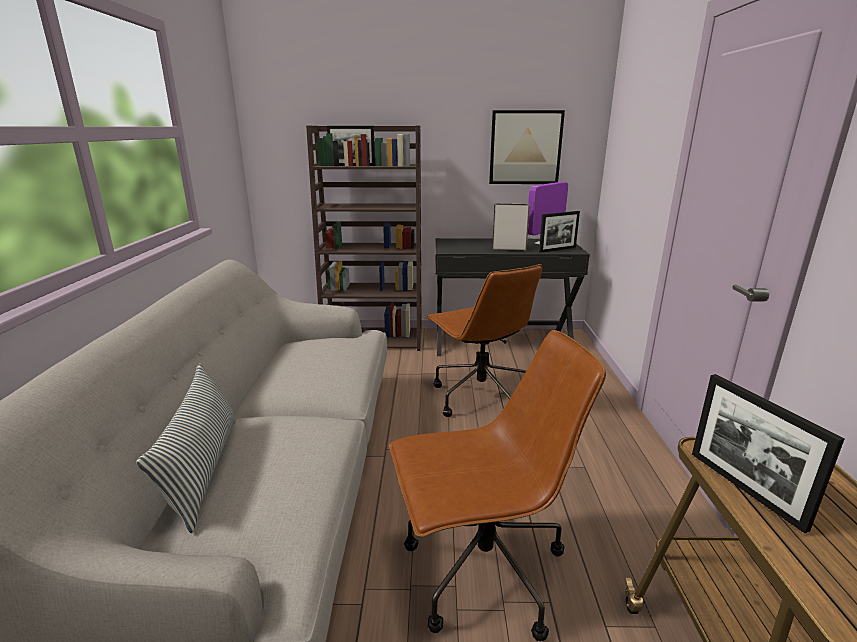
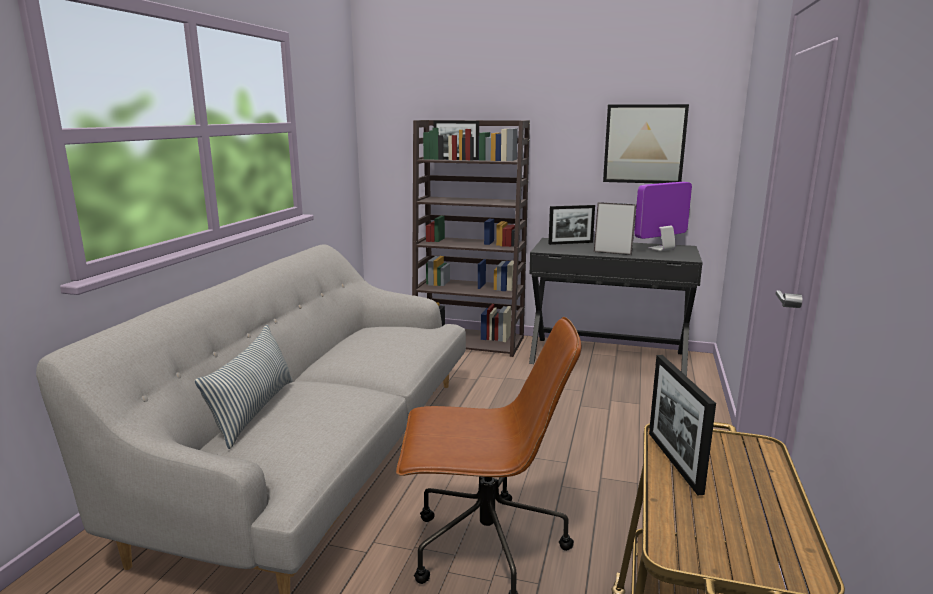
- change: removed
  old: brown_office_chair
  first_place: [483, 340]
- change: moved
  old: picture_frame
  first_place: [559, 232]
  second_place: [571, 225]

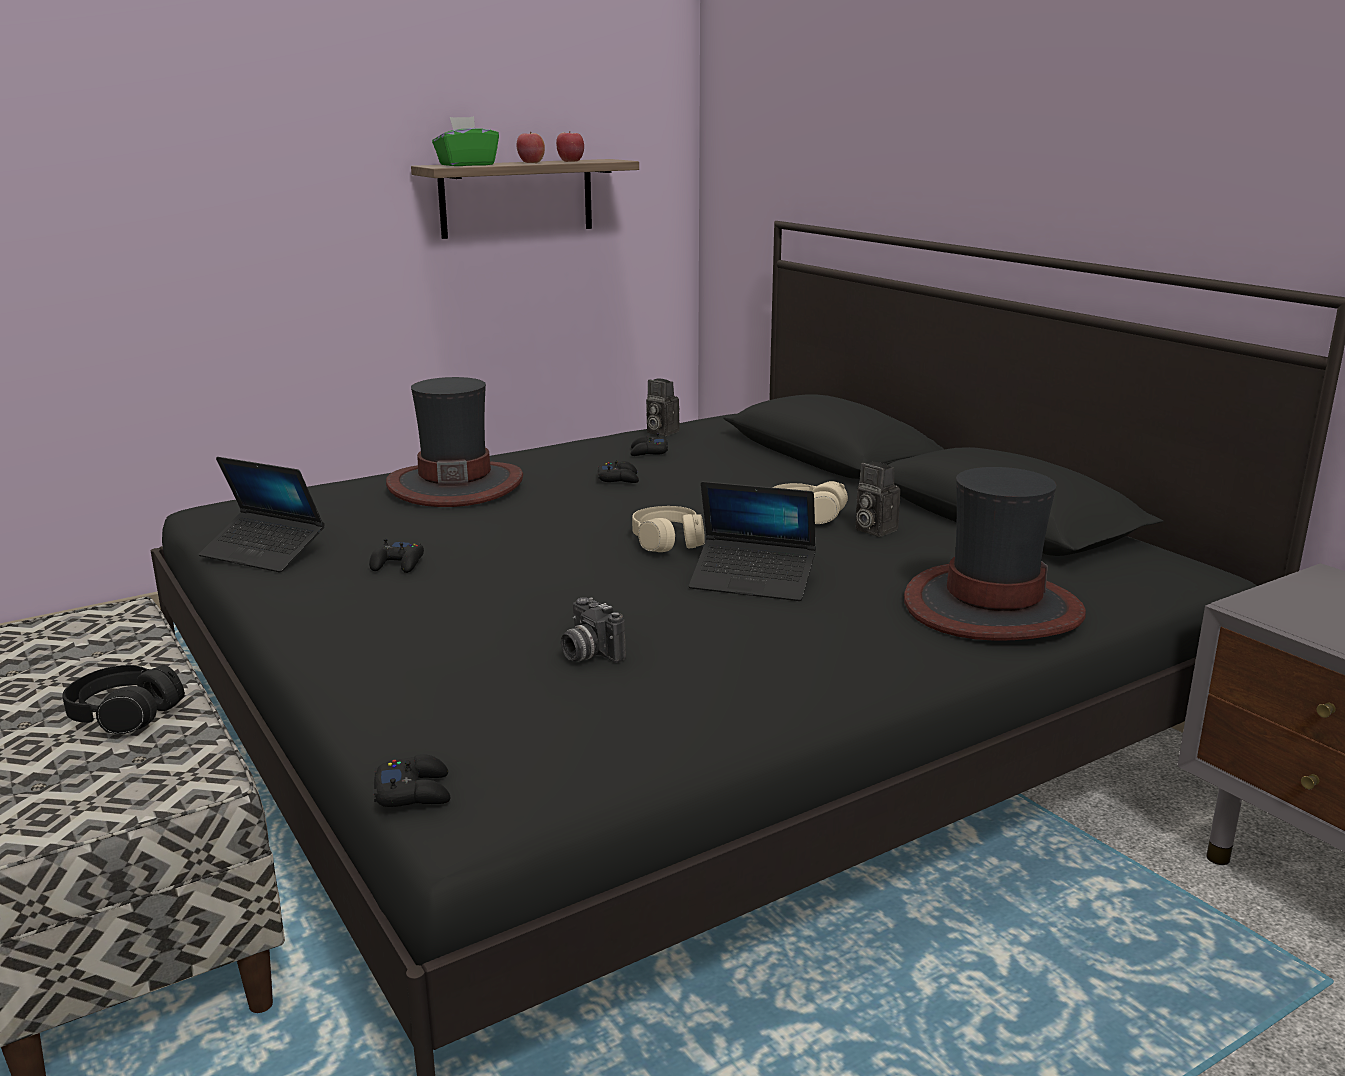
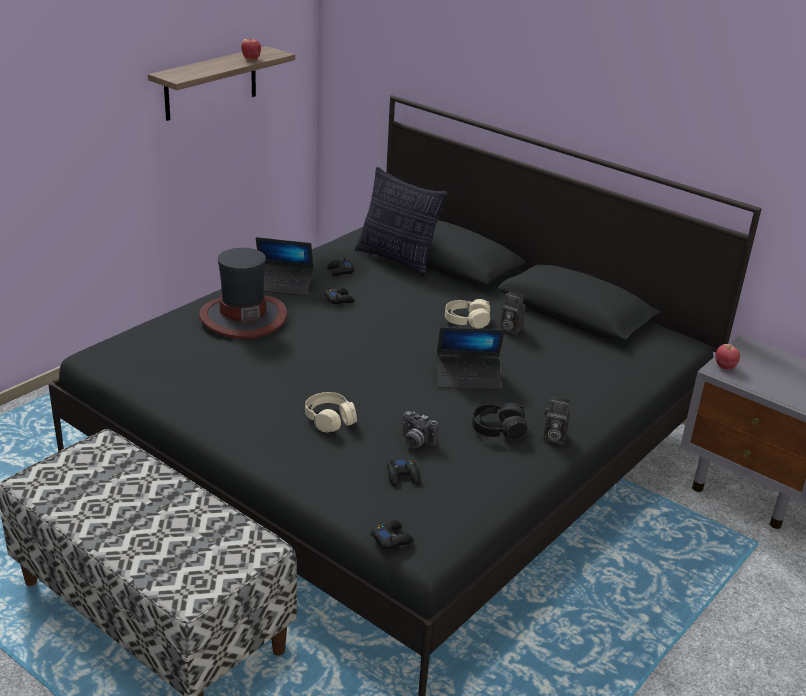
- change: removed
  old: green_tissue_box
  first_place: [465, 141]
- change: removed
  old: hat
  first_place: [995, 554]
- change: added
  new: pillow
  second_place: [401, 222]
- change: moved
  old: black_headphones
  first_place: [124, 699]
  second_place: [499, 421]
- change: moved
  old: laptop
  first_place: [261, 515]
  second_place: [284, 266]
- change: moved
  old: black_game_controller
  first_place: [396, 555]
  second_place: [403, 472]
- change: moved
  old: apple
  first_place: [531, 147]
  second_place: [727, 357]
- change: moved
  old: beige_headphones
  first_place: [668, 529]
  second_place: [331, 412]
- change: moved
  old: photo_camera
  first_place: [663, 407]
  second_place: [557, 419]

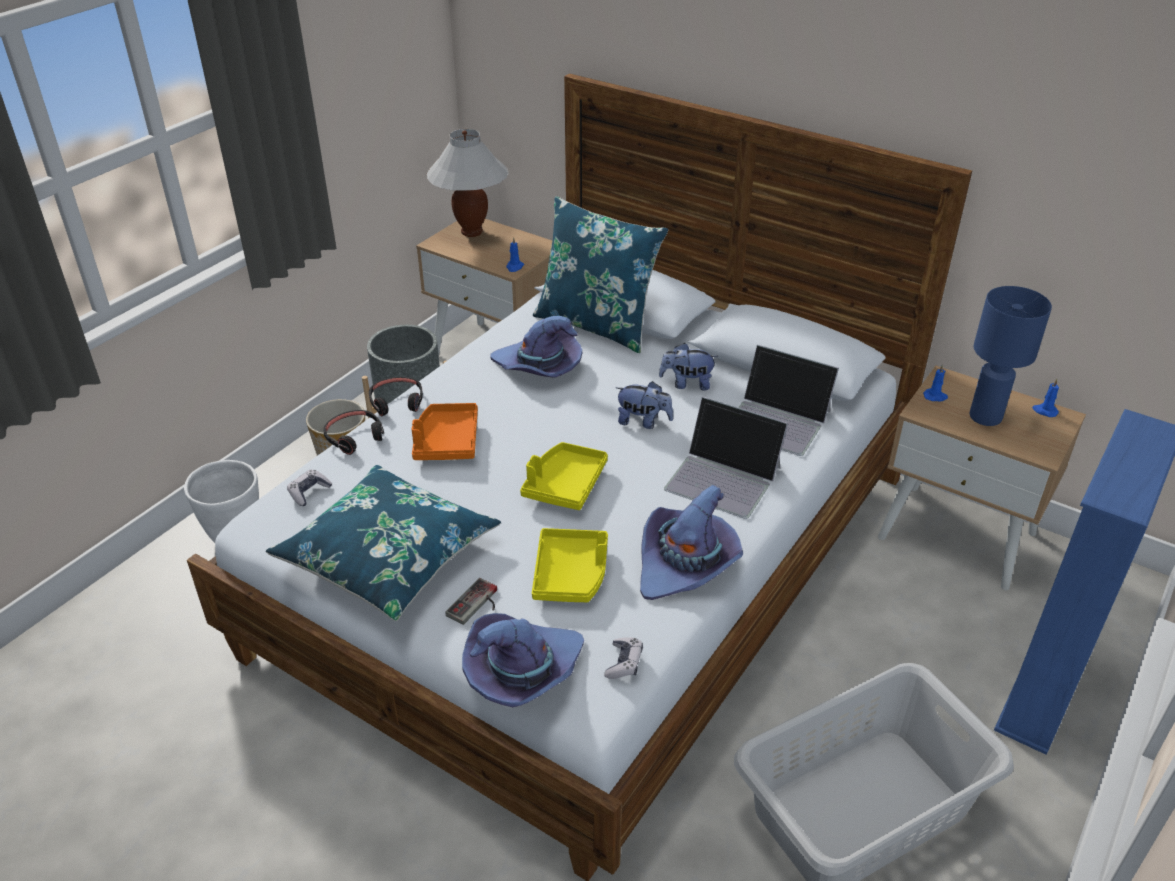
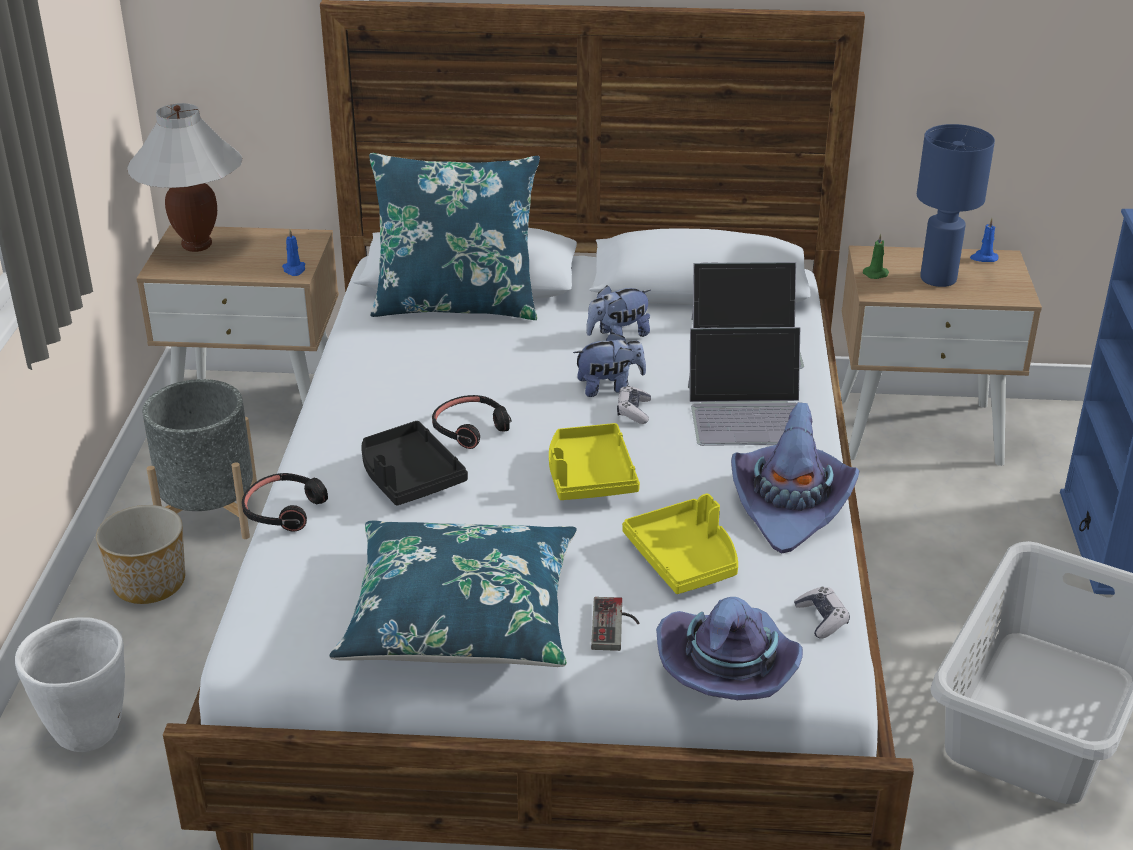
- change: removed
  old: purple_hat
  first_place: [536, 347]
- change: moved
  old: game_controller
  first_place: [309, 488]
  second_place: [634, 405]
- change: moved
  old: black_headphones
  first_place: [396, 396]
  second_place: [471, 422]
- change: recoloured
  old: orange_tray
  new: black_tray
  first_place: [445, 431]
  second_place: [415, 463]
- change: recoloured
  old: blue_candle
  new: green_candle
  first_place: [935, 383]
  second_place: [876, 256]

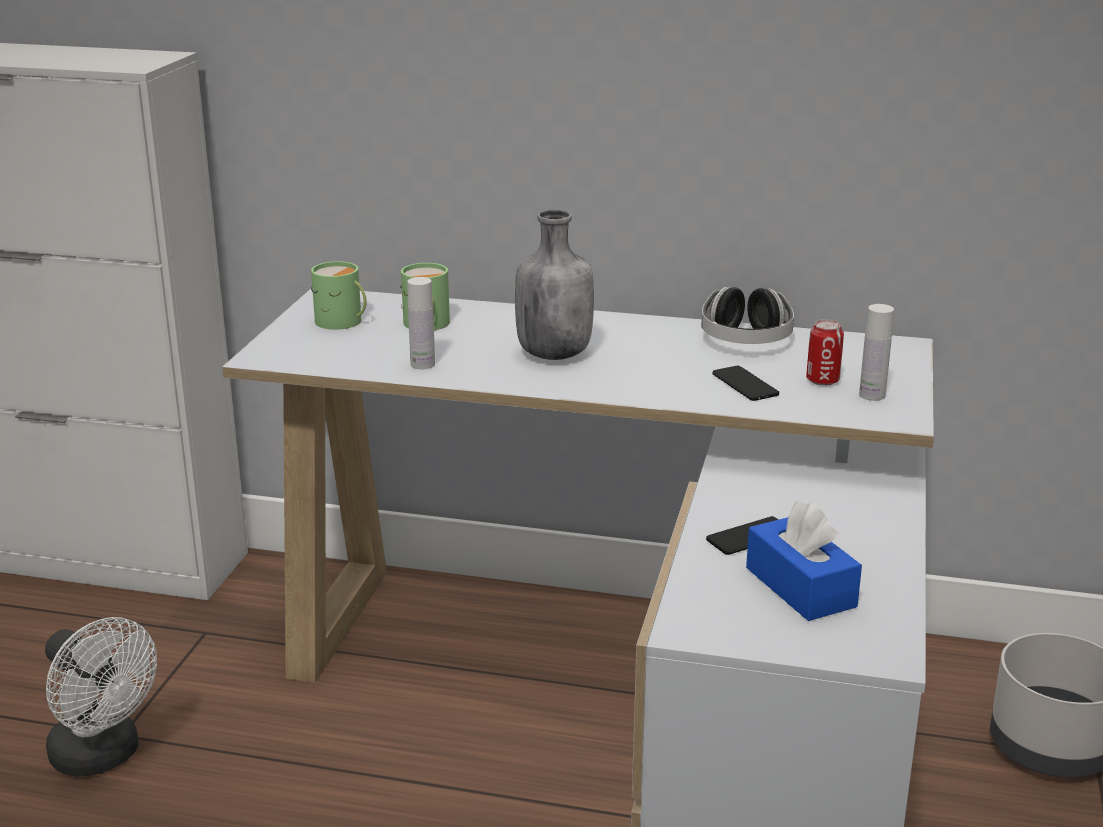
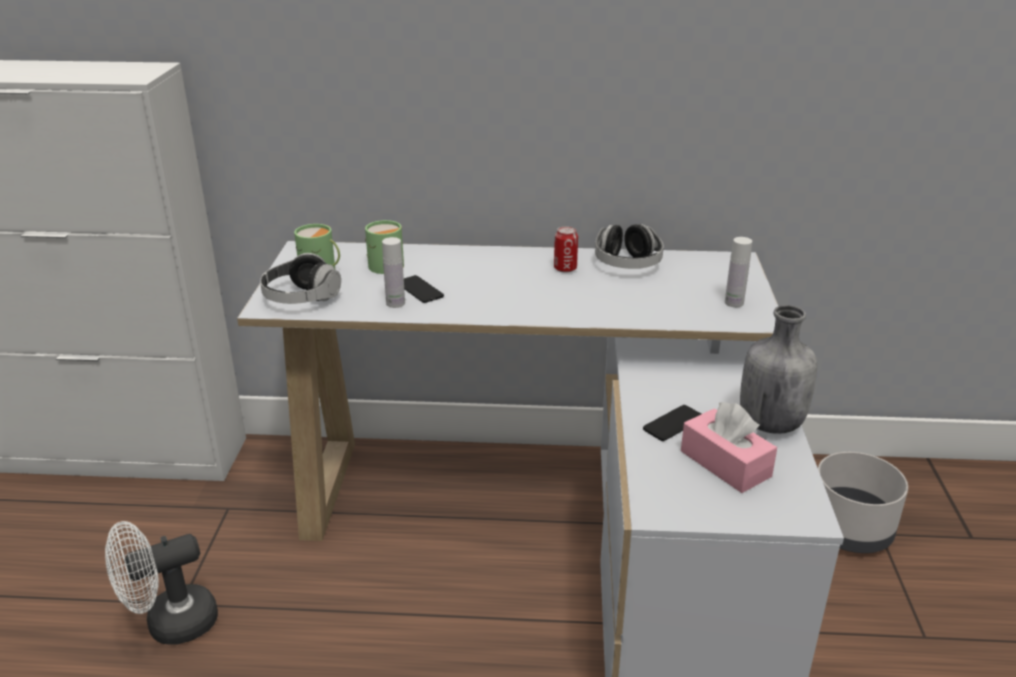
- change: added
  new: headphones
  second_place: [300, 278]
- change: moved
  old: grey_bottle
  first_place: [554, 285]
  second_place: [778, 369]
- change: moved
  old: phone
  first_place: [746, 383]
  second_place: [424, 289]
- change: moved
  old: can
  first_place: [825, 352]
  second_place: [566, 249]
- change: recoloured
  old: blue_tissue_box
  new: pink_tissue_box
  first_place: [804, 561]
  second_place: [729, 447]
- change: turned
  old: white_fan
  first_place: [101, 697]
  second_place: [161, 583]
  degrees: 120

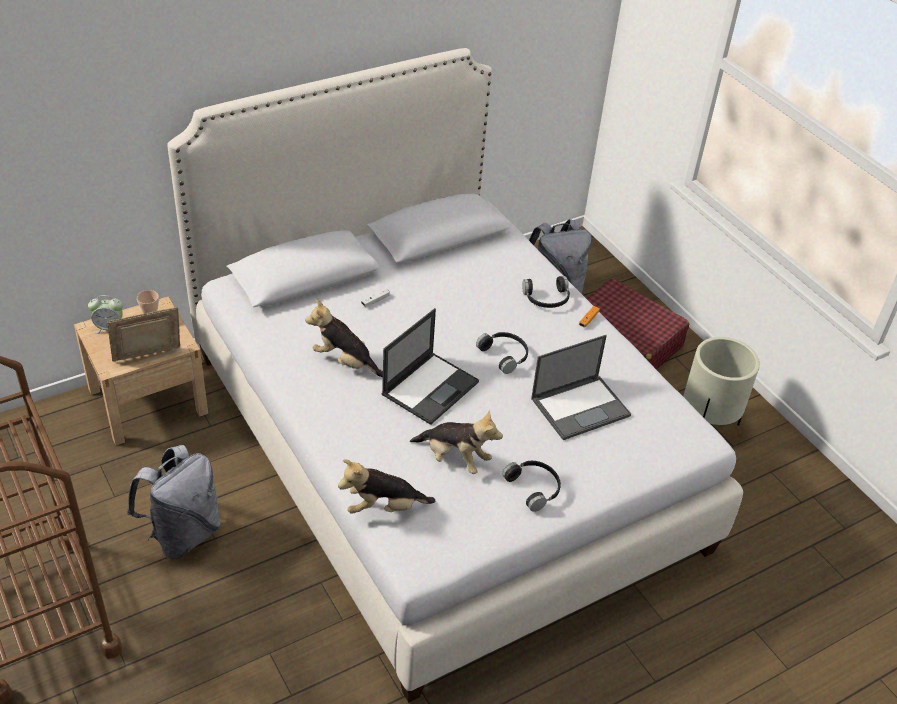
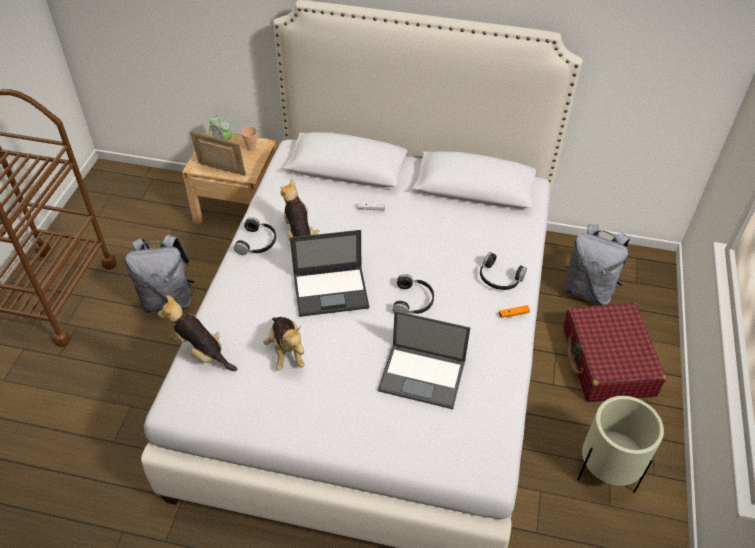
- change: moved
  old: black_headphones
  first_place: [531, 486]
  second_place: [255, 236]

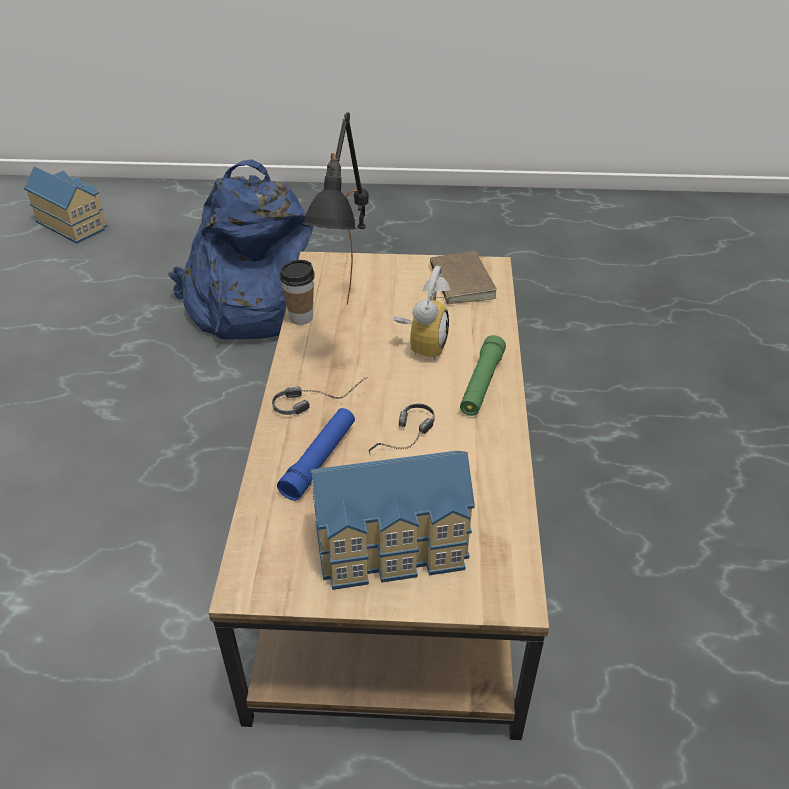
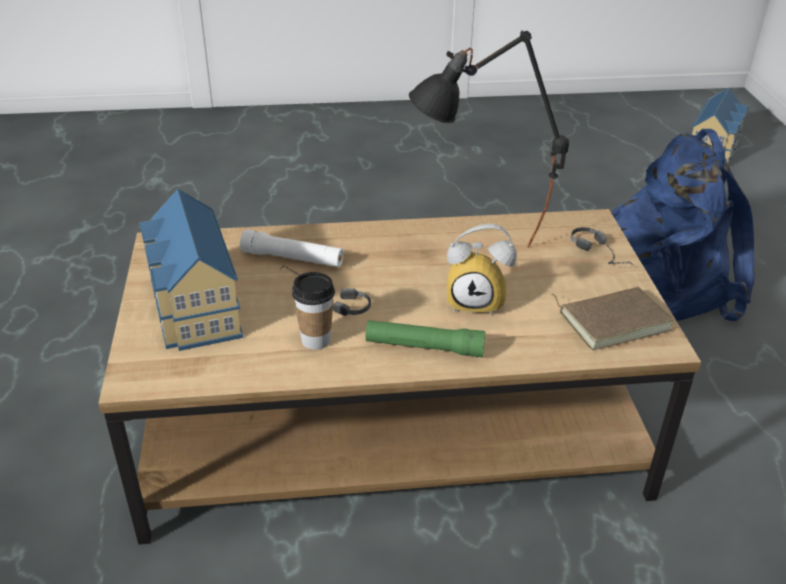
- change: moved
  old: headphones
  first_place: [320, 396]
  second_place: [602, 246]
- change: moved
  old: cup
  first_place: [297, 292]
  second_place: [313, 311]
- change: recoloured
  old: blue_flashlight
  new: white_flashlight
  first_place: [316, 454]
  second_place: [292, 248]

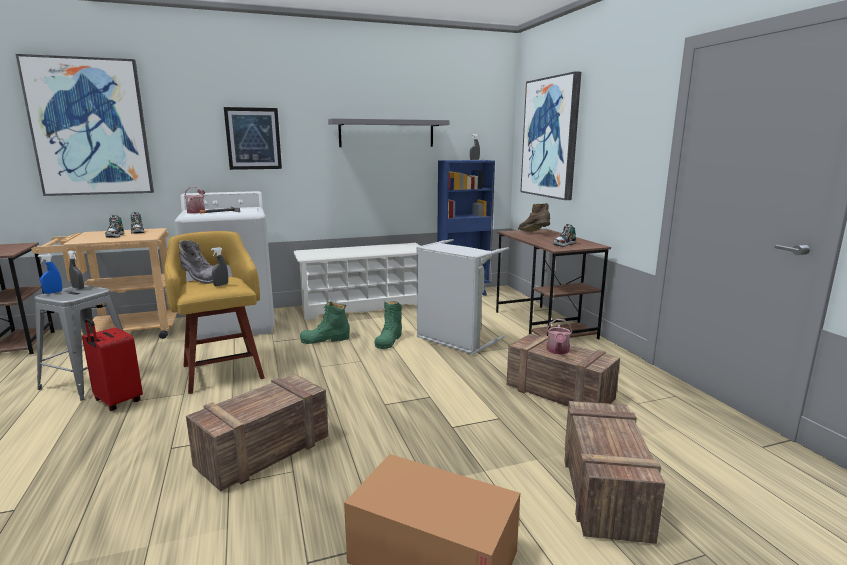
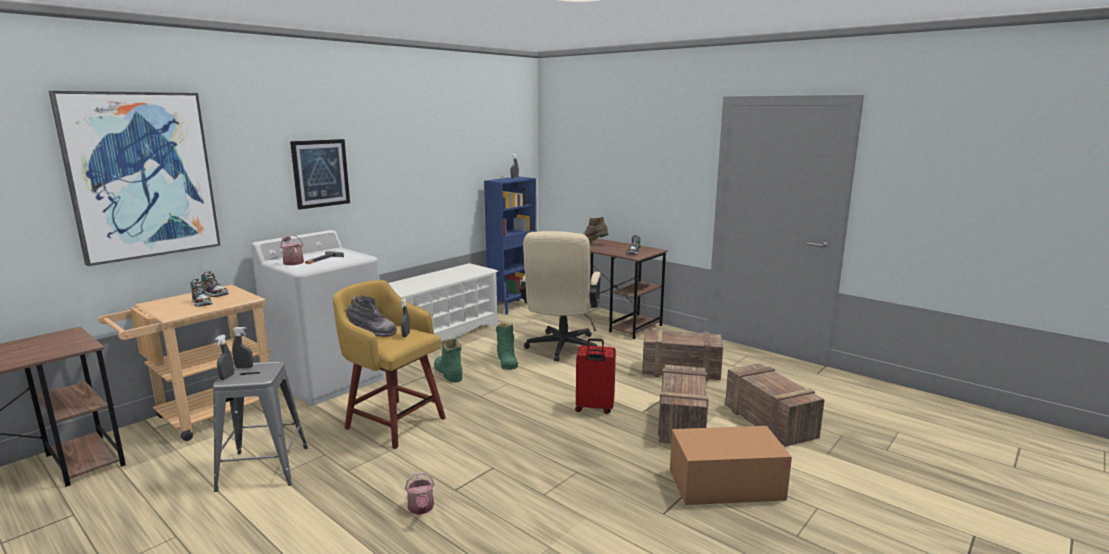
- change: removed
  old: grey_shelf
  first_place: [389, 132]
- change: removed
  old: picture
  first_place: [550, 135]
- change: moved
  old: red_suitcase
  first_place: [112, 364]
  second_place: [595, 376]
- change: moved
  old: crate
  first_place: [257, 433]
  second_place: [683, 404]
- change: moved
  old: watering_can
  first_place: [559, 337]
  second_place: [419, 493]
- change: replaced
  old: grey_laundry_basket
  new: beige_office_chair
  first_place: [462, 297]
  second_place: [560, 296]
- change: recoloured
  old: blue_spray_bottle
  new: grey_spray_bottle
  first_place: [50, 274]
  second_place: [224, 357]
- change: turned
  old: green_boot
  first_place: [325, 322]
  second_place: [448, 361]
  degrees: 105

